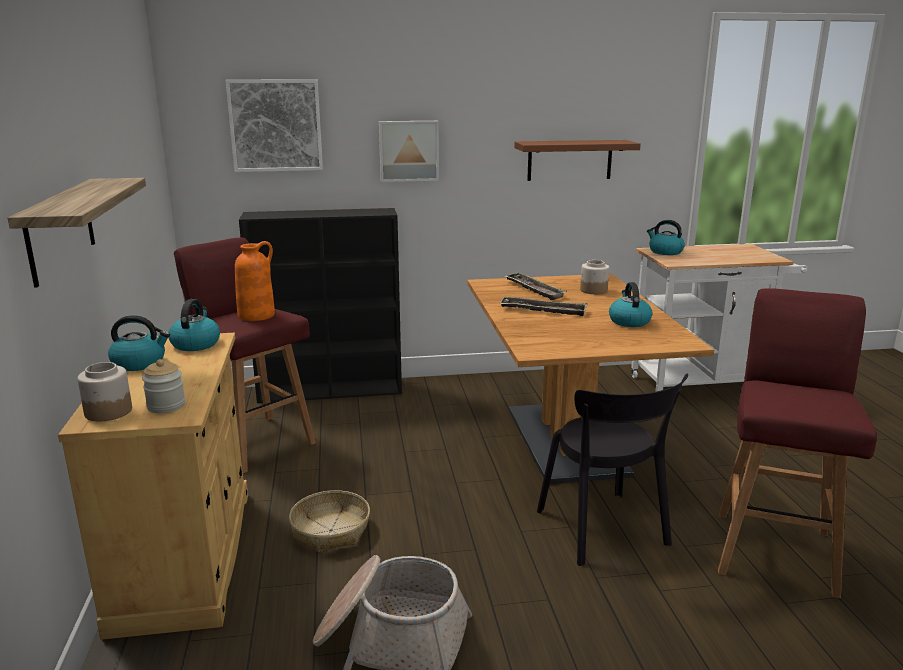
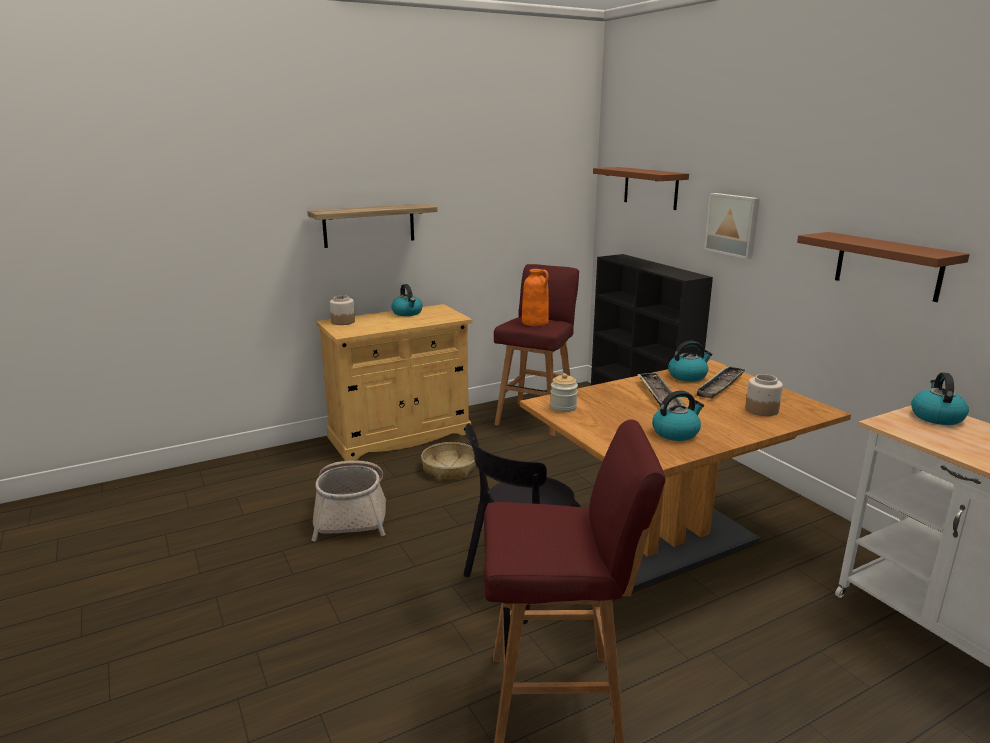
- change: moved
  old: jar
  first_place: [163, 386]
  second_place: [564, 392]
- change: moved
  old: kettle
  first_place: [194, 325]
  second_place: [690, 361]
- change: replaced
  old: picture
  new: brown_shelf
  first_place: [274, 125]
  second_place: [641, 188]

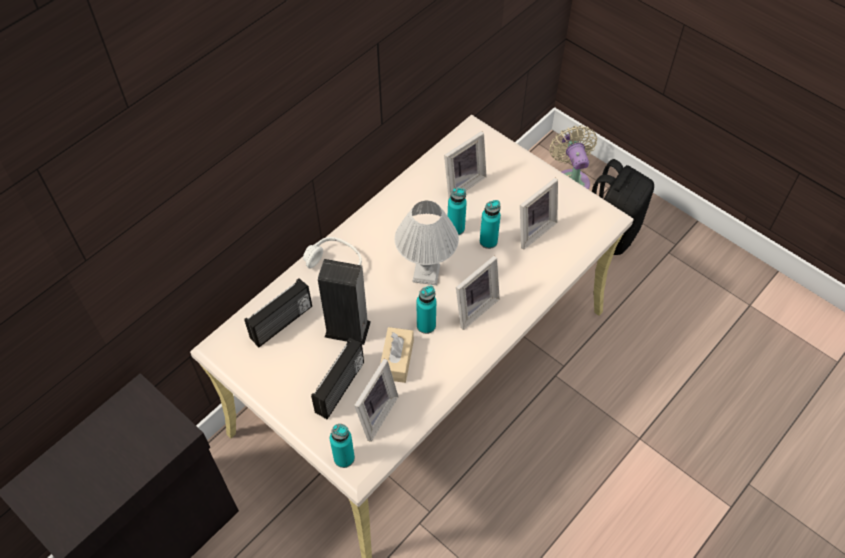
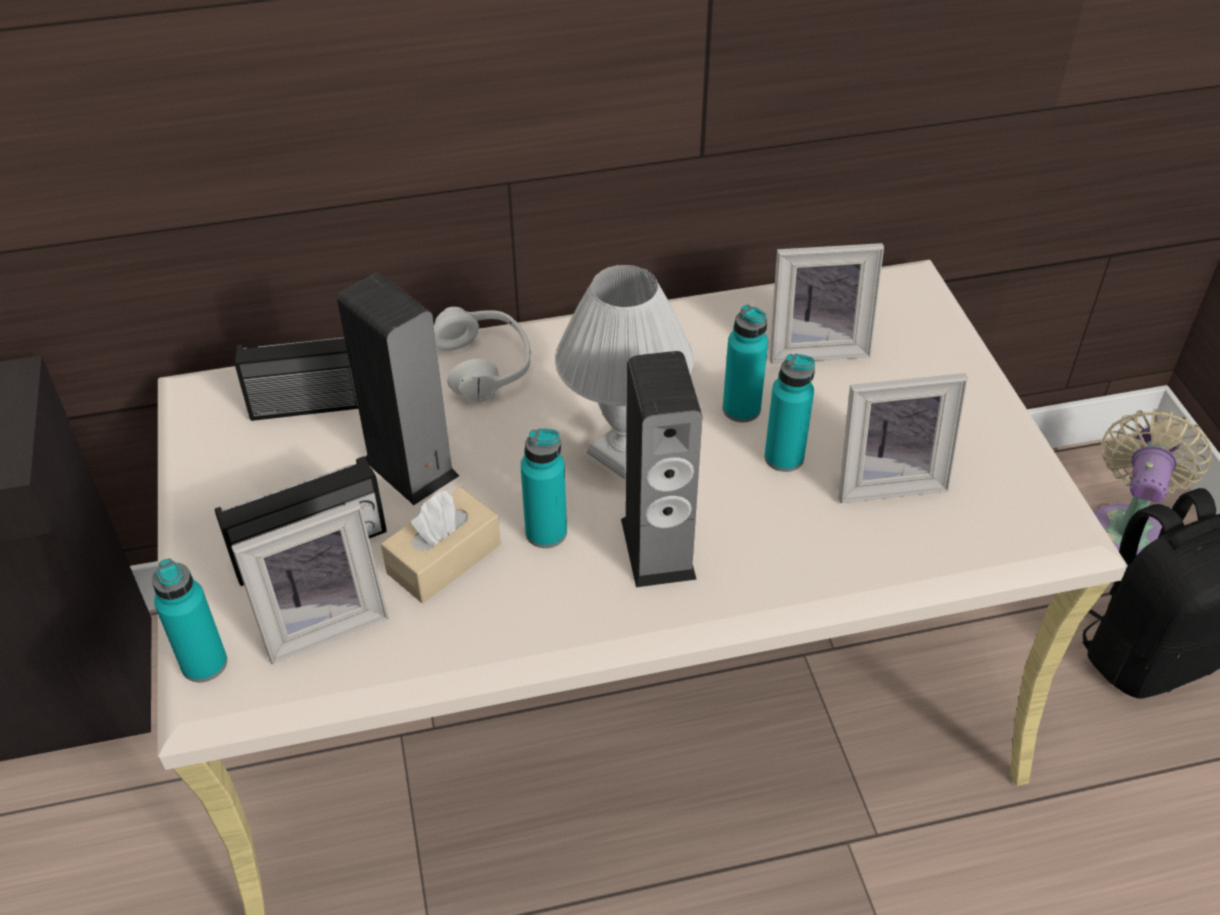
- change: replaced
  old: picture_frame
  new: speaker
  first_place: [478, 293]
  second_place: [661, 469]

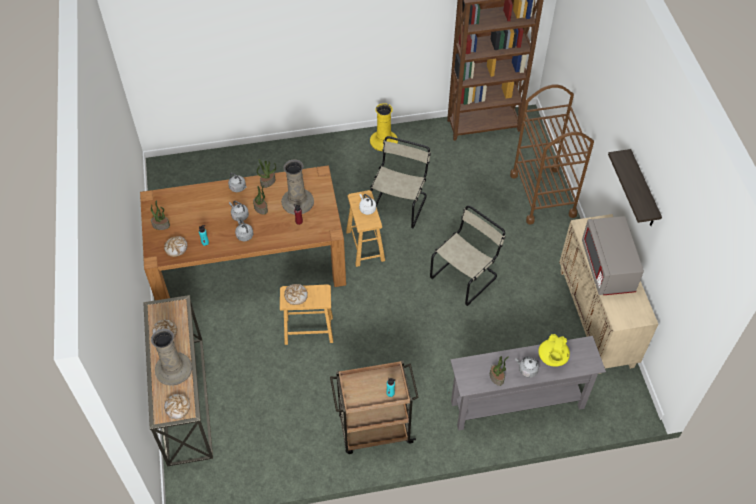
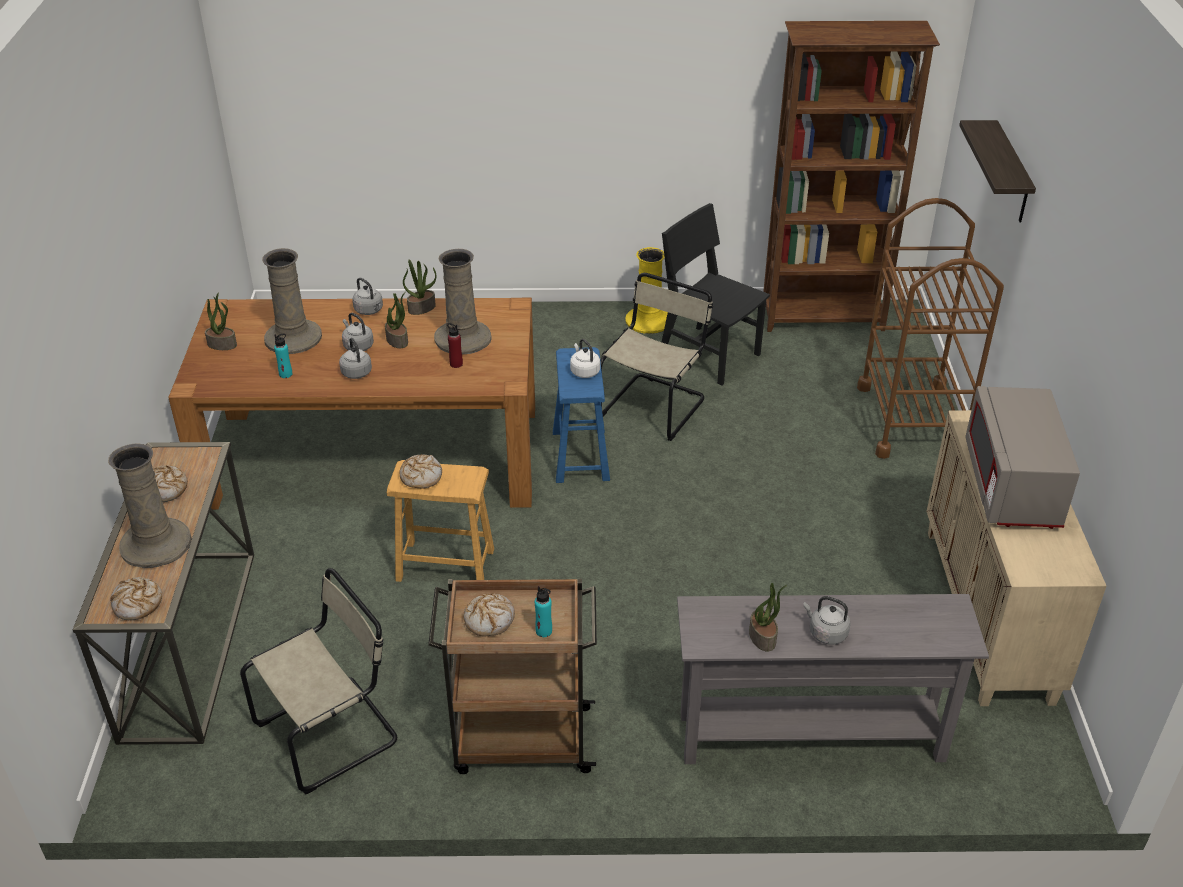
- change: removed
  old: yellow_teapot
  first_place: [554, 350]
- change: added
  new: beige_vase
  second_place: [292, 301]
- change: added
  new: black_chair
  second_place: [716, 294]
- change: moved
  old: bread
  first_place: [176, 246]
  second_place: [489, 614]
- change: moved
  old: beige_chair
  first_place: [468, 255]
  second_place: [318, 681]
- change: moved
  old: shelf
  first_place: [635, 187]
  second_place: [997, 171]
- change: recoloured
  old: brown_stool
  new: blue_stool
  first_place: [365, 228]
  second_place: [581, 415]

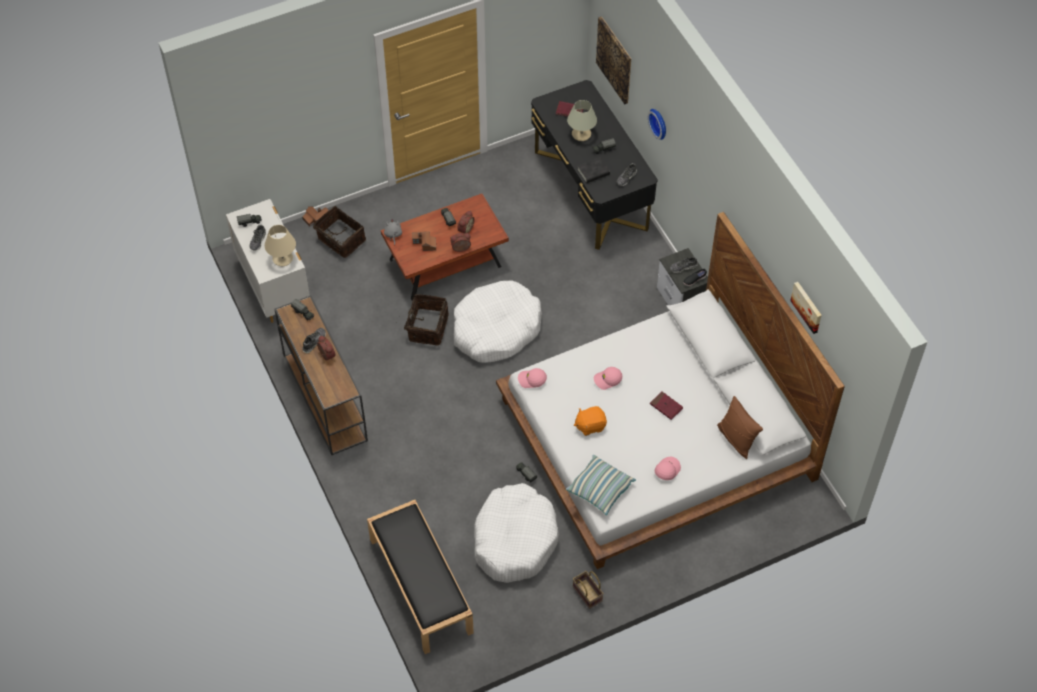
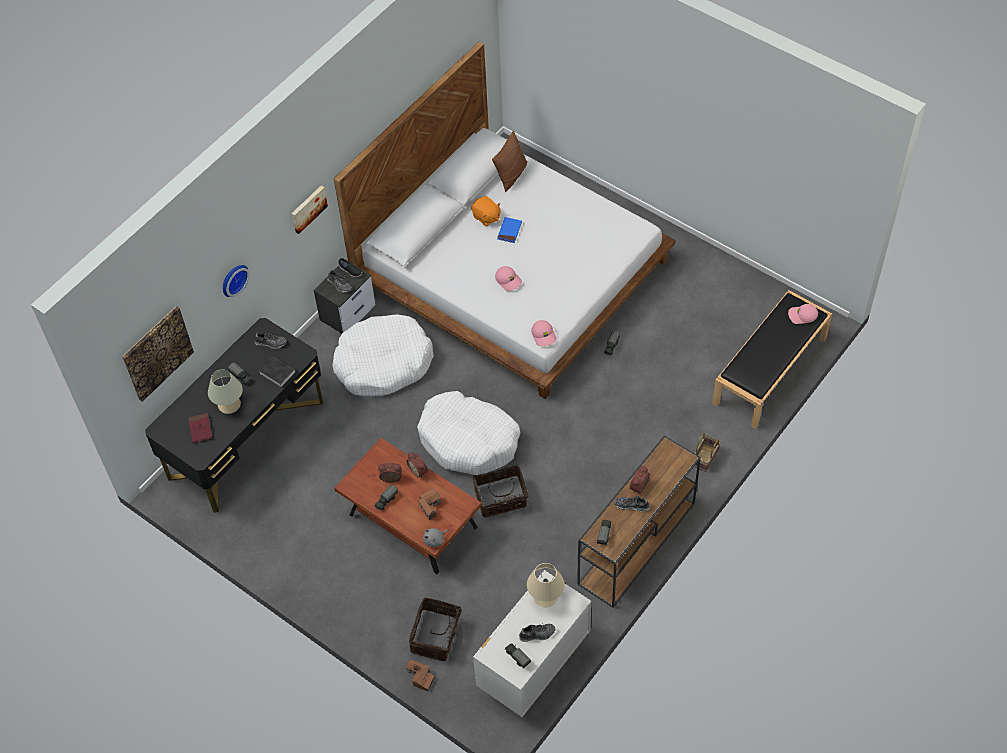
- change: removed
  old: pillow
  first_place: [601, 485]
- change: moved
  old: white_dog_bed
  first_place: [516, 533]
  second_place: [383, 355]
- change: moved
  old: basket
  first_place: [588, 590]
  second_place: [707, 452]
- change: moved
  old: orange_plush_toy
  first_place: [590, 421]
  second_place: [486, 211]
- change: moved
  old: pink_cap
  first_place: [668, 468]
  second_place: [803, 314]
- change: moved
  old: picture
  first_place: [806, 308]
  second_place: [310, 210]
- change: recoloured
  old: red_book
  new: blue_book
  first_place: [666, 406]
  second_place: [509, 230]

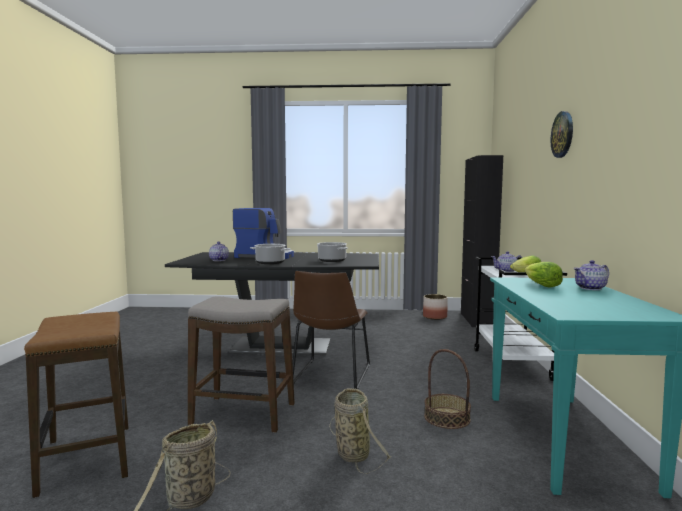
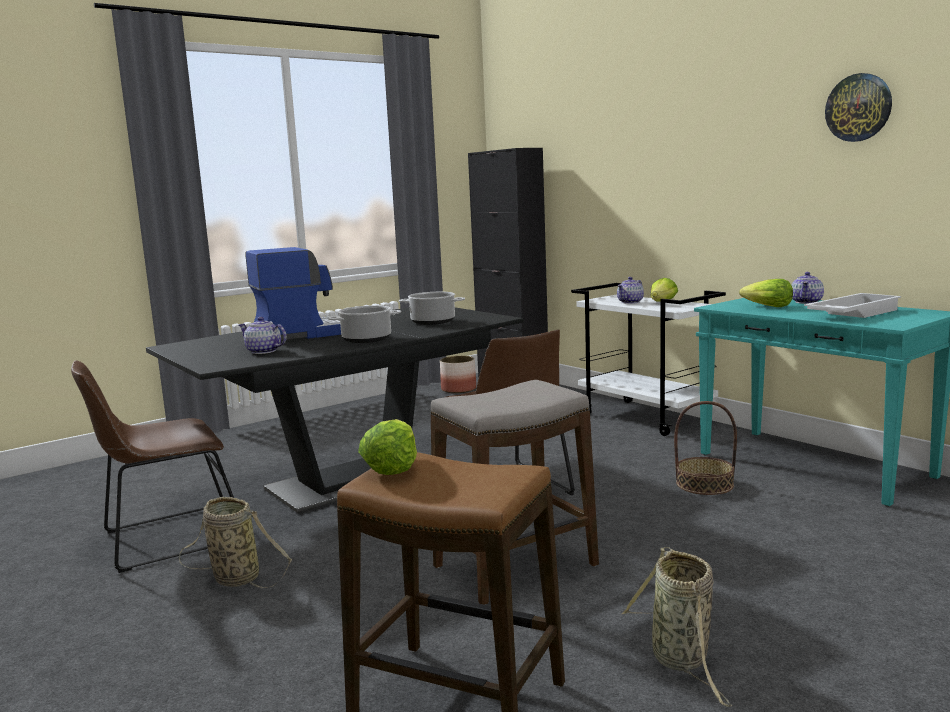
- change: added
  new: brown_chair
  second_place: [152, 466]
- change: added
  new: lettuce
  second_place: [387, 447]
- change: added
  new: white_tray
  second_place: [852, 305]
- change: moved
  old: basket
  first_place: [360, 431]
  second_place: [235, 542]
- change: moved
  old: wall_clock
  first_place: [562, 134]
  second_place: [858, 107]

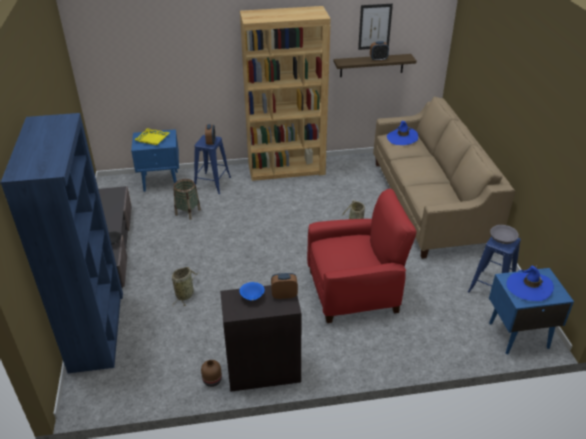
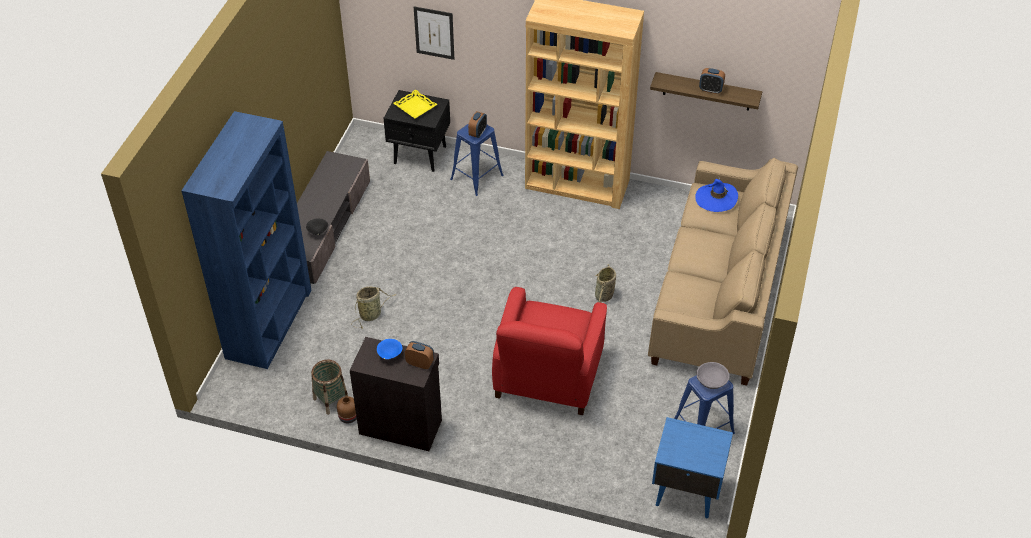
- change: removed
  old: blue_hat
  first_place: [530, 283]
- change: moved
  old: basket
  first_place: [187, 199]
  second_place: [329, 387]
- change: moved
  old: picture
  first_place: [375, 27]
  second_place: [434, 33]
- change: recoloured
  old: blue_nightstand
  new: black_nightstand
  first_place: [155, 160]
  second_place: [417, 131]
- change: turned
  old: red_armchair
  first_place: [361, 256]
  second_place: [549, 351]
  degrees: 90

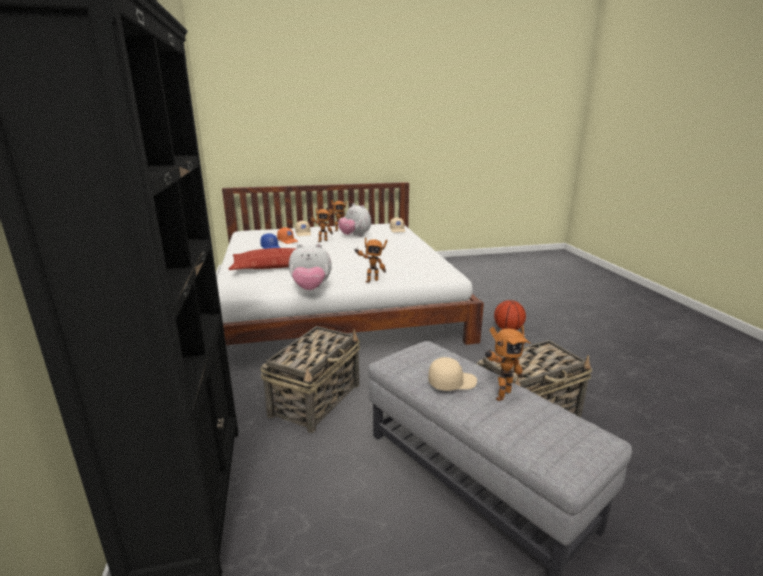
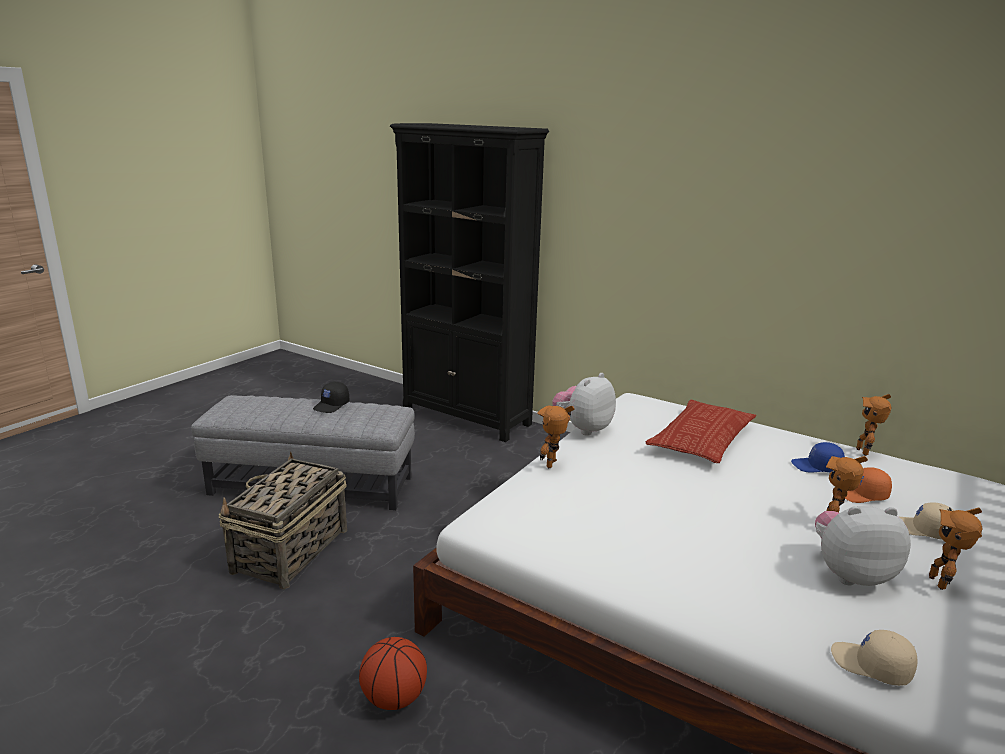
- change: removed
  old: basket
  first_place: [310, 379]
- change: moved
  old: toy_robot
  first_place: [508, 363]
  second_place: [873, 425]
- change: recoloured
  old: beige_cap
  new: black_cap
  first_place: [452, 374]
  second_place: [331, 397]

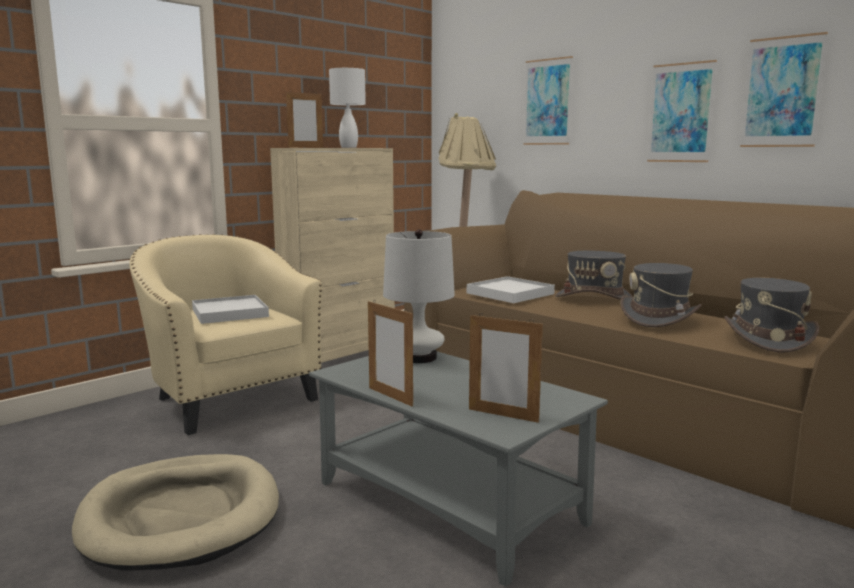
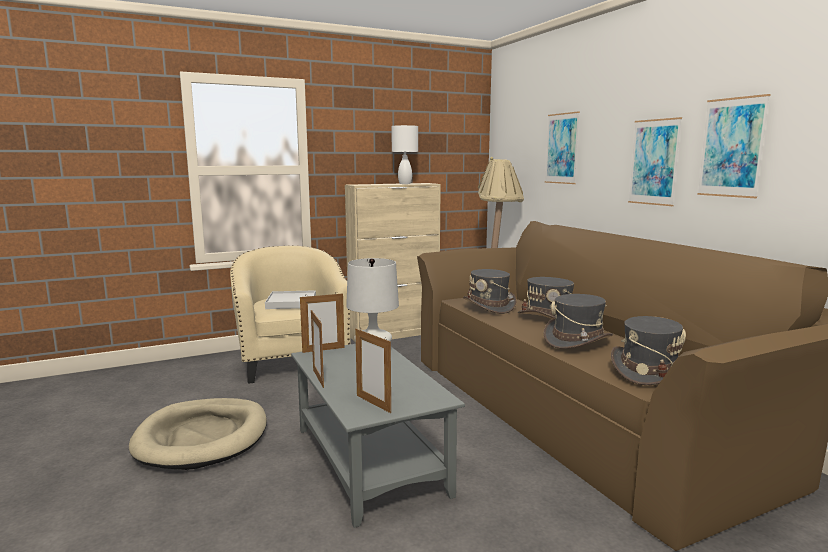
- change: moved
  old: picture_frame
  first_place: [304, 119]
  second_place: [322, 322]
- change: replaced
  old: white_tray
  new: grey_hat
  first_place: [511, 289]
  second_place: [490, 291]

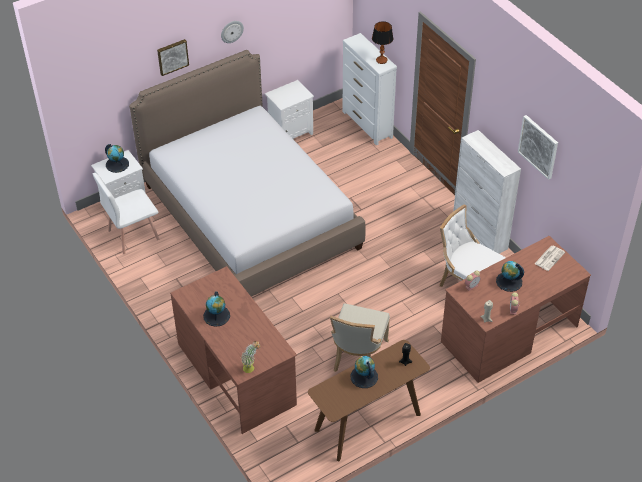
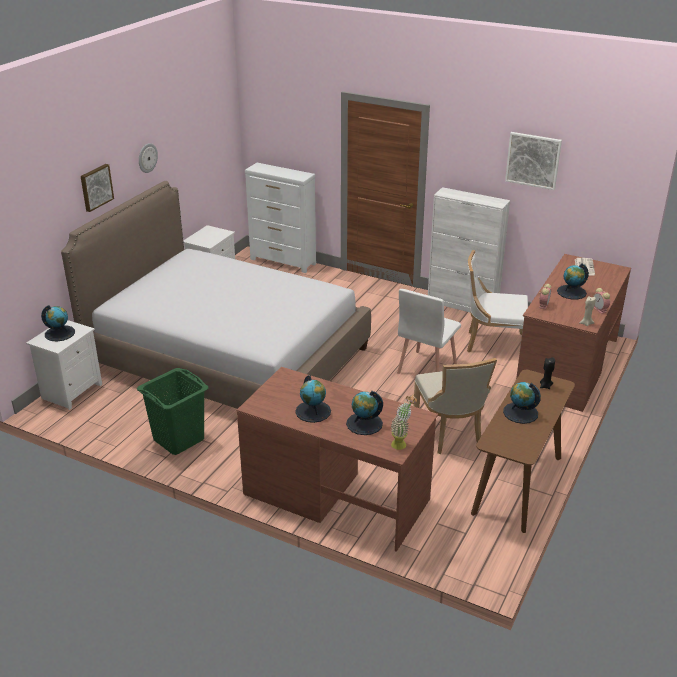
- change: removed
  old: table_lamp
  first_place: [382, 42]
- change: added
  new: green_laundry_basket
  second_place: [172, 411]
- change: added
  new: globe
  second_place: [364, 413]
- change: moved
  old: white_chair
  first_place: [126, 213]
  second_place: [429, 331]

